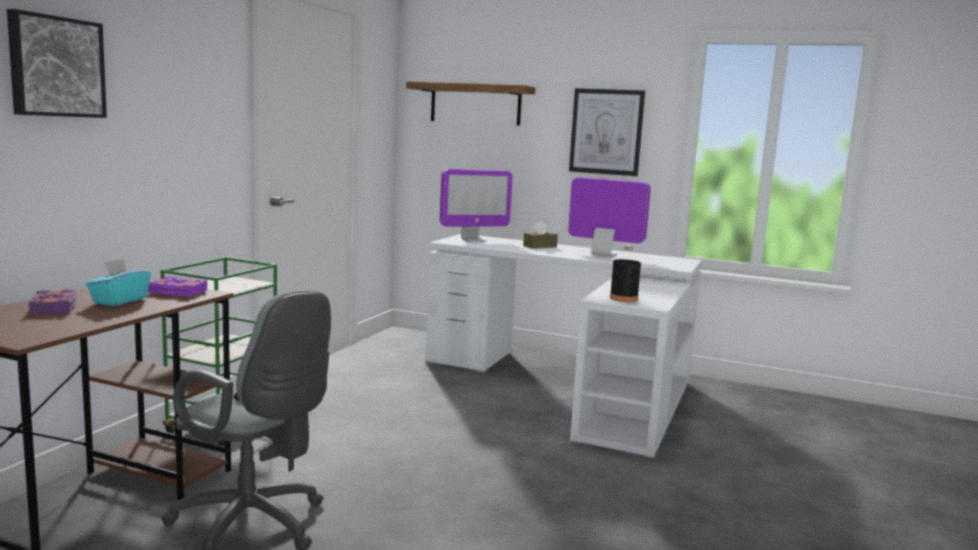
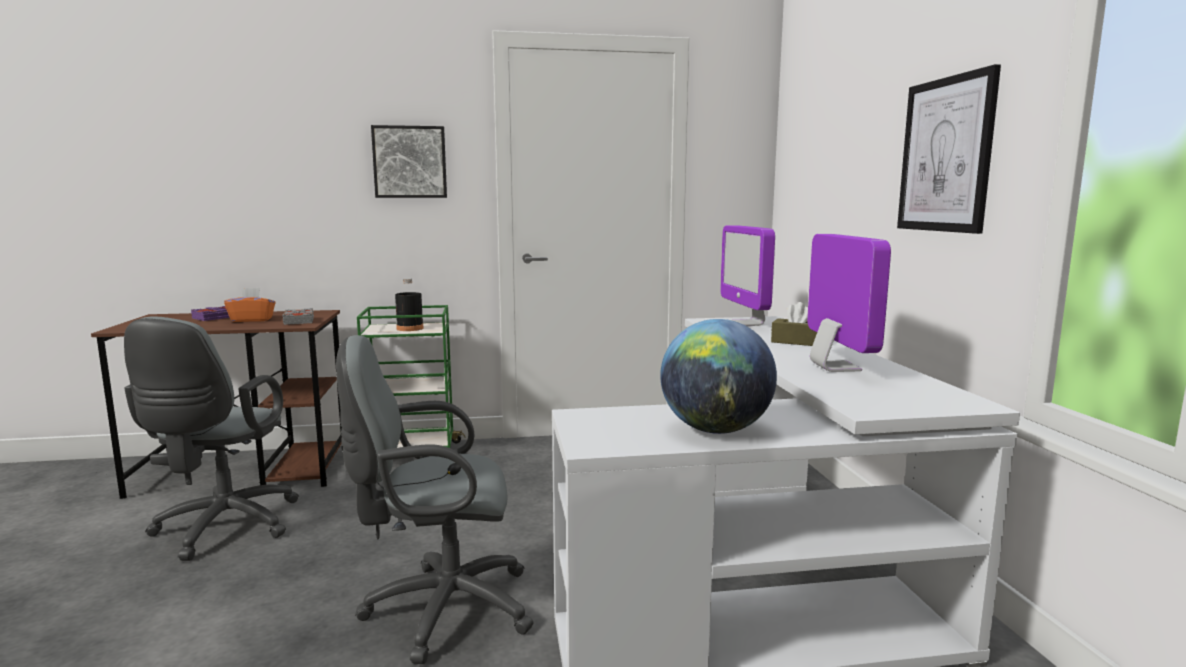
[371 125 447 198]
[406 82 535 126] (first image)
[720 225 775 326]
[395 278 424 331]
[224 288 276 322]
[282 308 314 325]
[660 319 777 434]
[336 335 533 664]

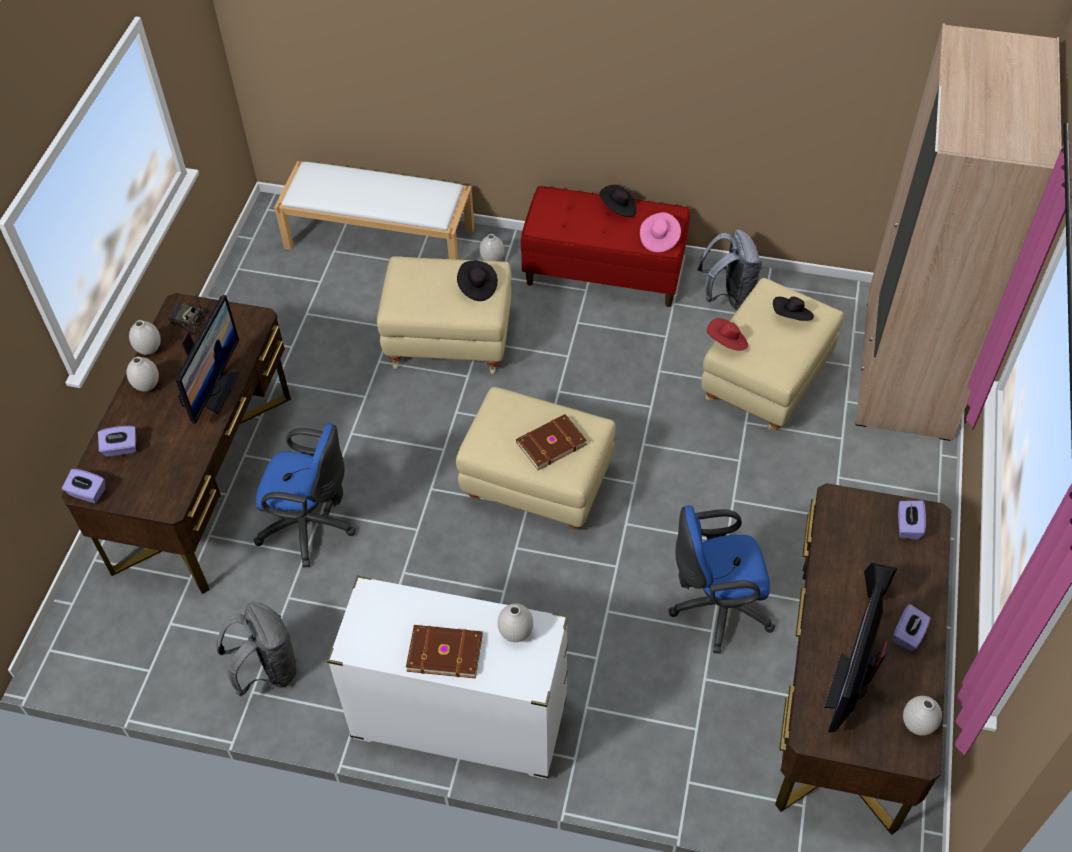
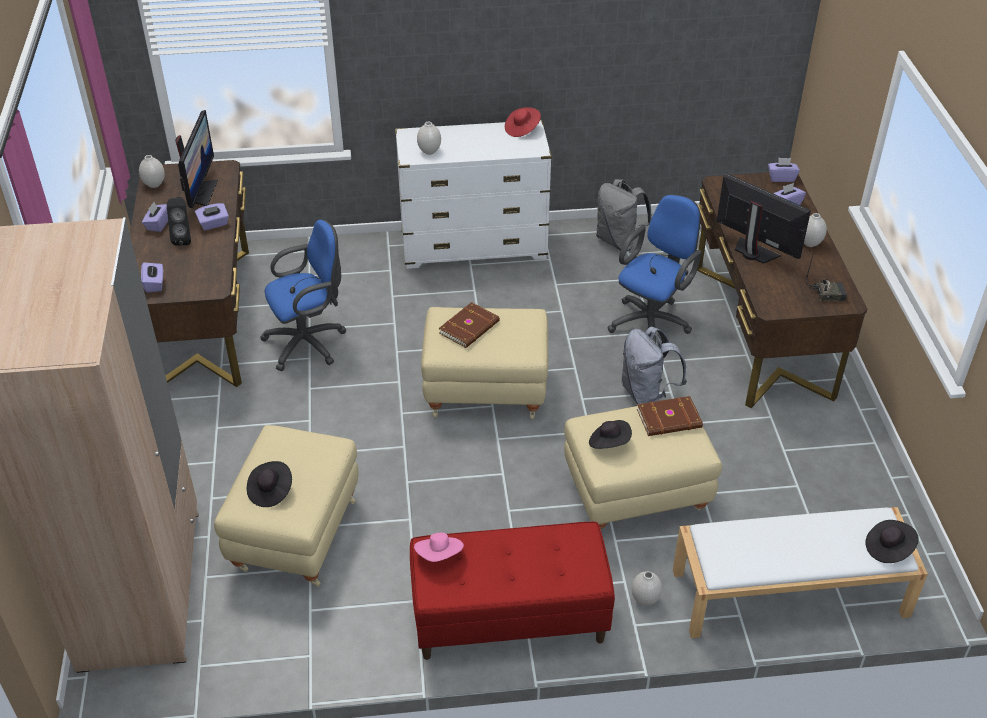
[865 520 919 563]
[621 327 687 404]
[717 173 811 264]
[505 107 541 137]
[129 320 161 355] (first image)
[607 195 702 343]
[637 396 703 436]
[195 203 229 230]

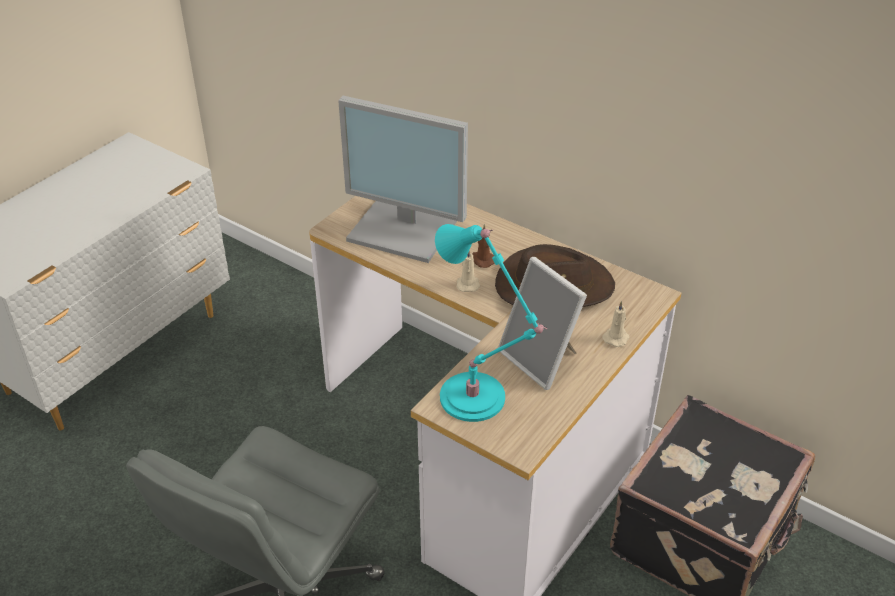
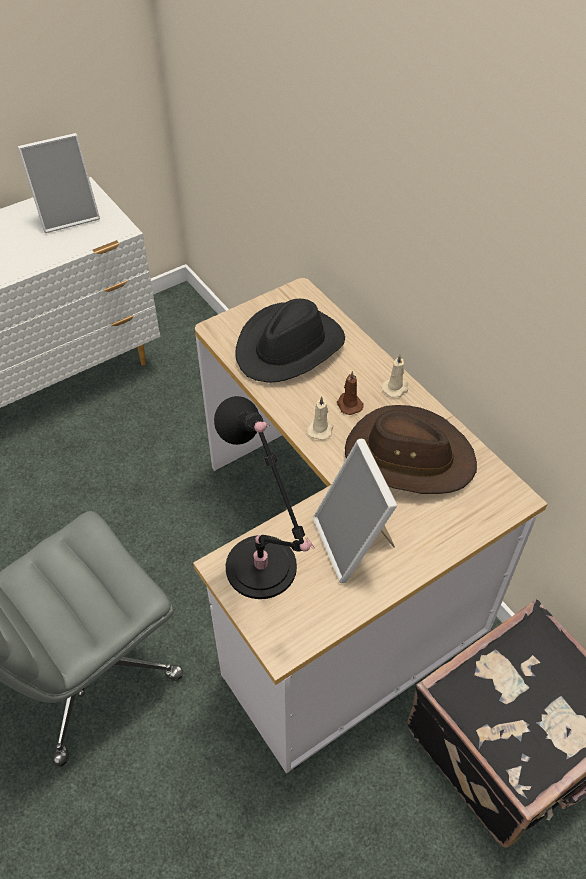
[235 299 345 383]
[214 396 315 599]
[382 355 408 398]
[18 133 100 233]

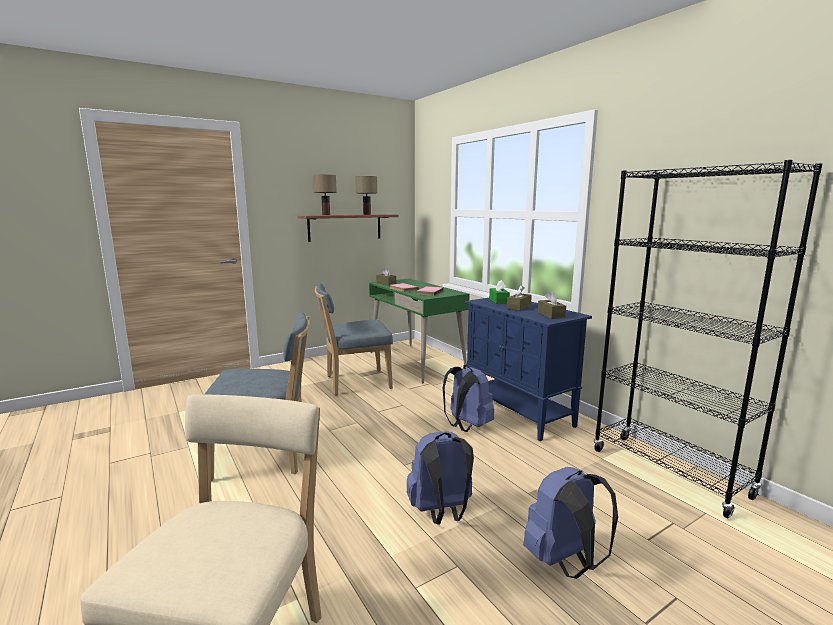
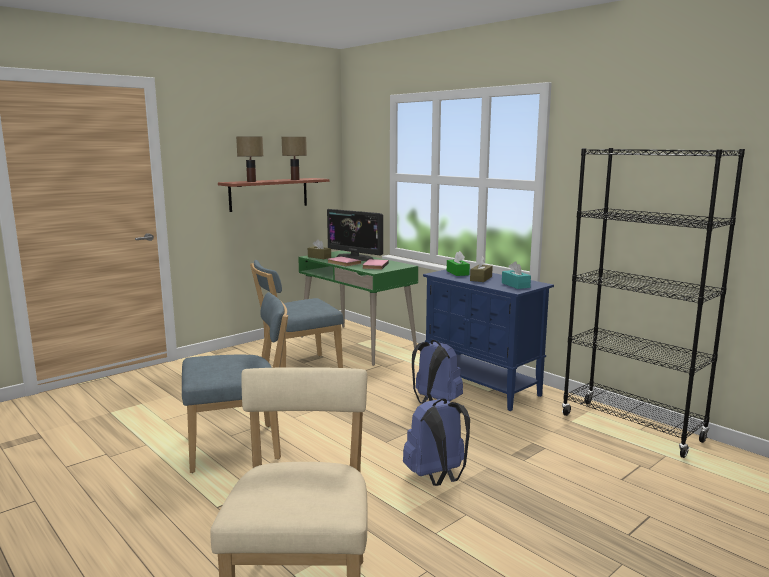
[502 261 531 289]
[523 467 618 579] (first image)
[327 209 383 261]

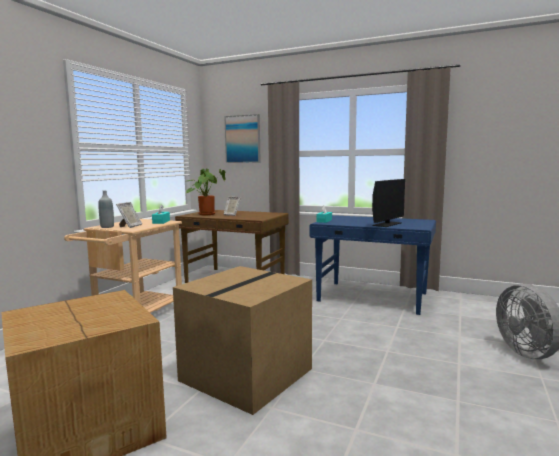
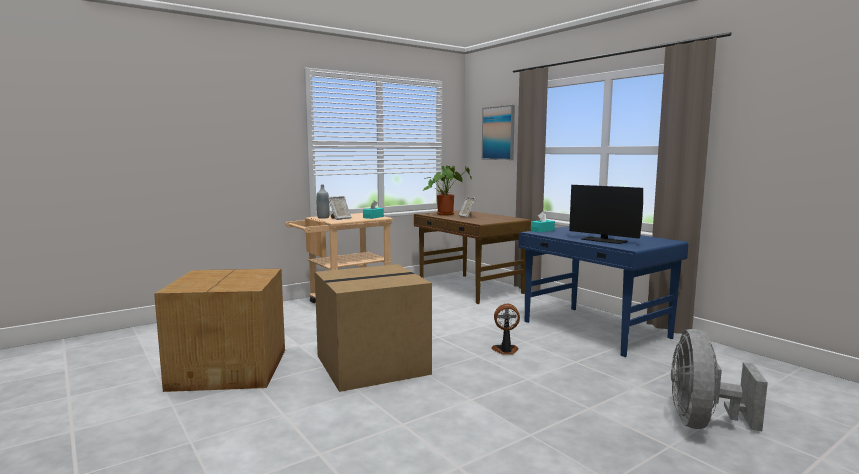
[569 185 643 244]
[491 304 520 355]

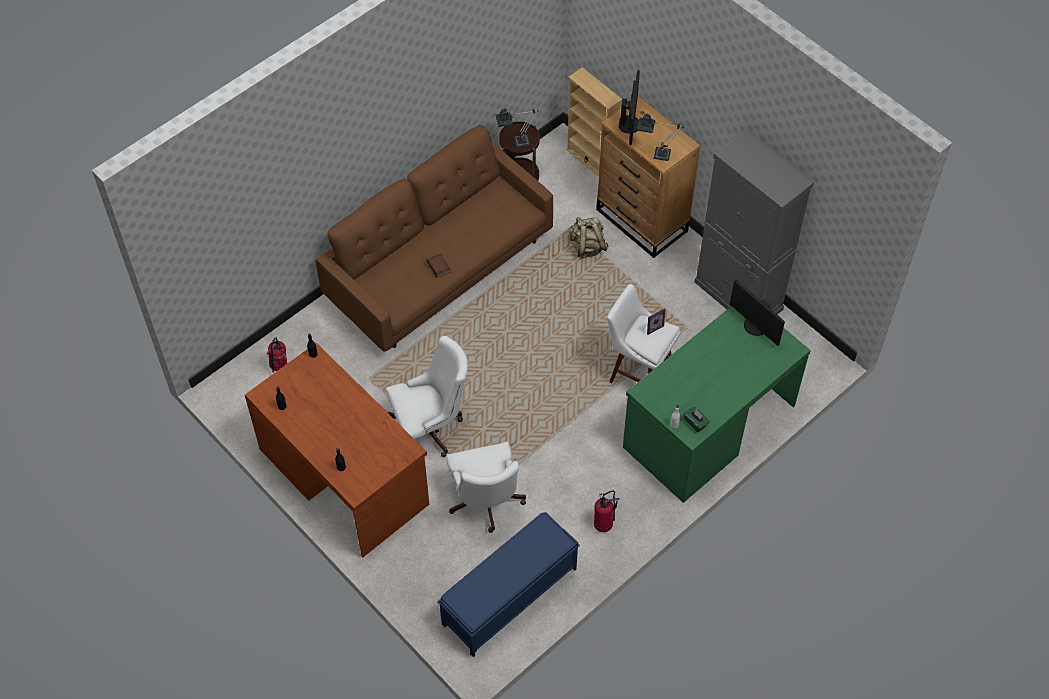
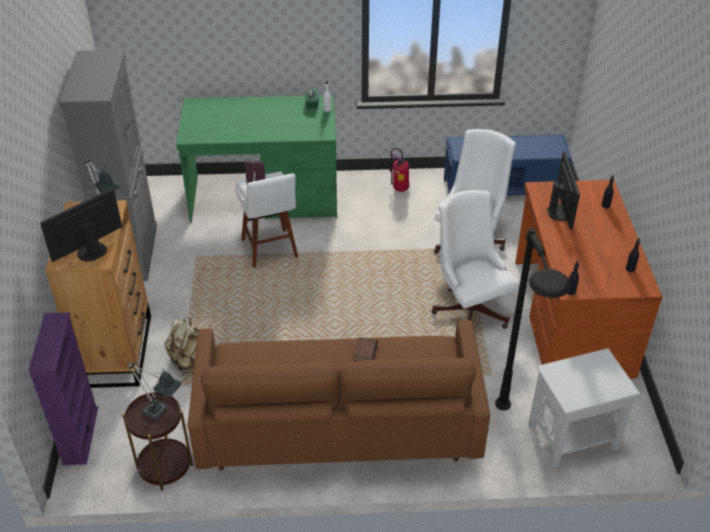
[28 313 98 465]
[547 151 580 230]
[431 190 520 329]
[528 348 640 468]
[495 228 571 410]

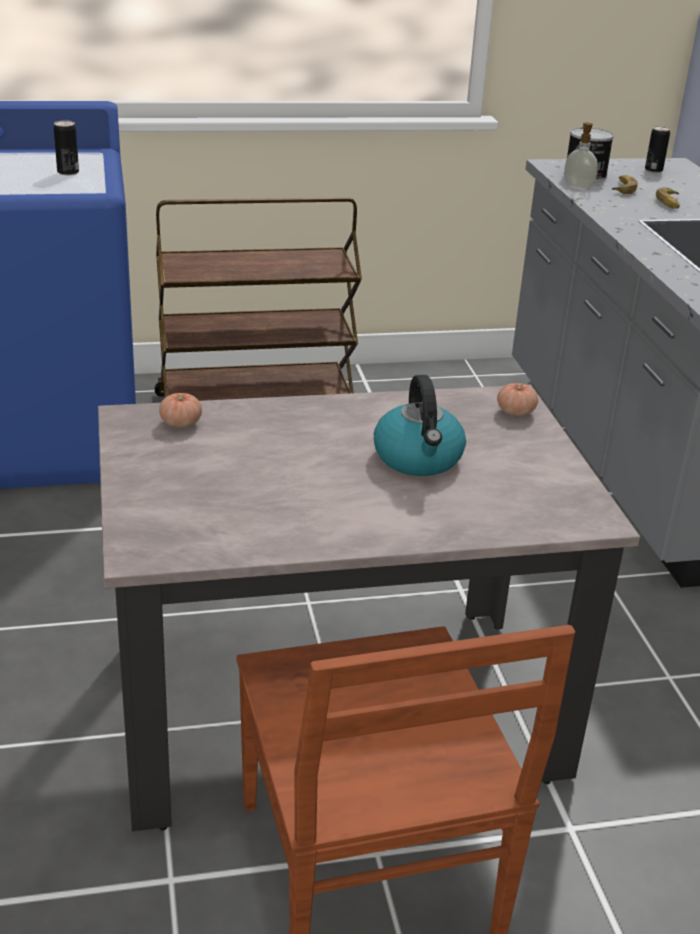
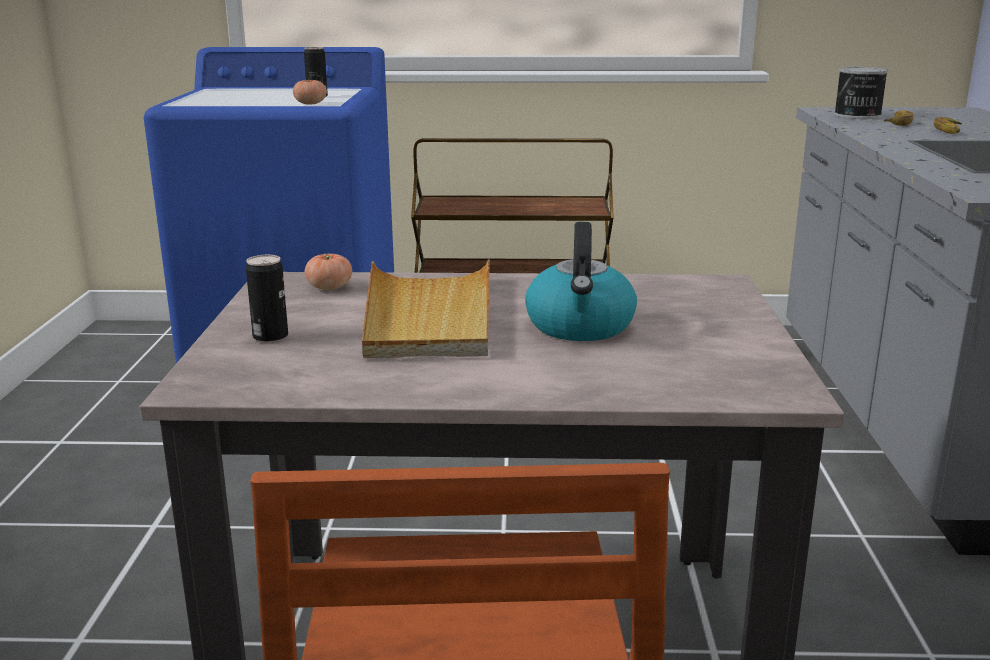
[564 122 598 191] (first image)
[246 255 288 343]
[293 79 326 104]
[362 259 490 358]

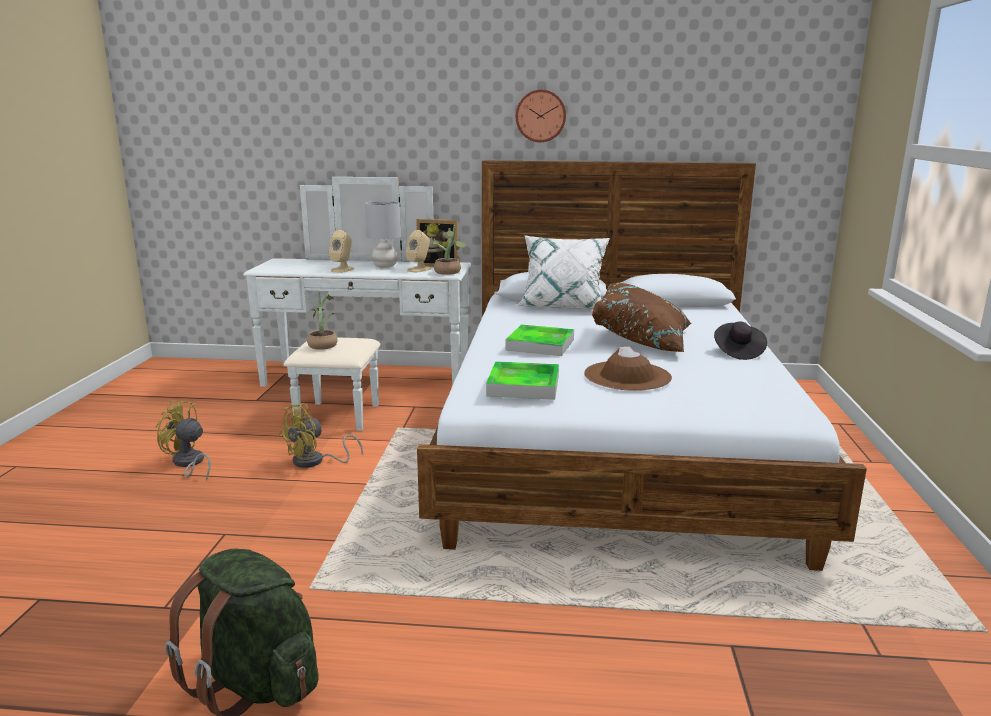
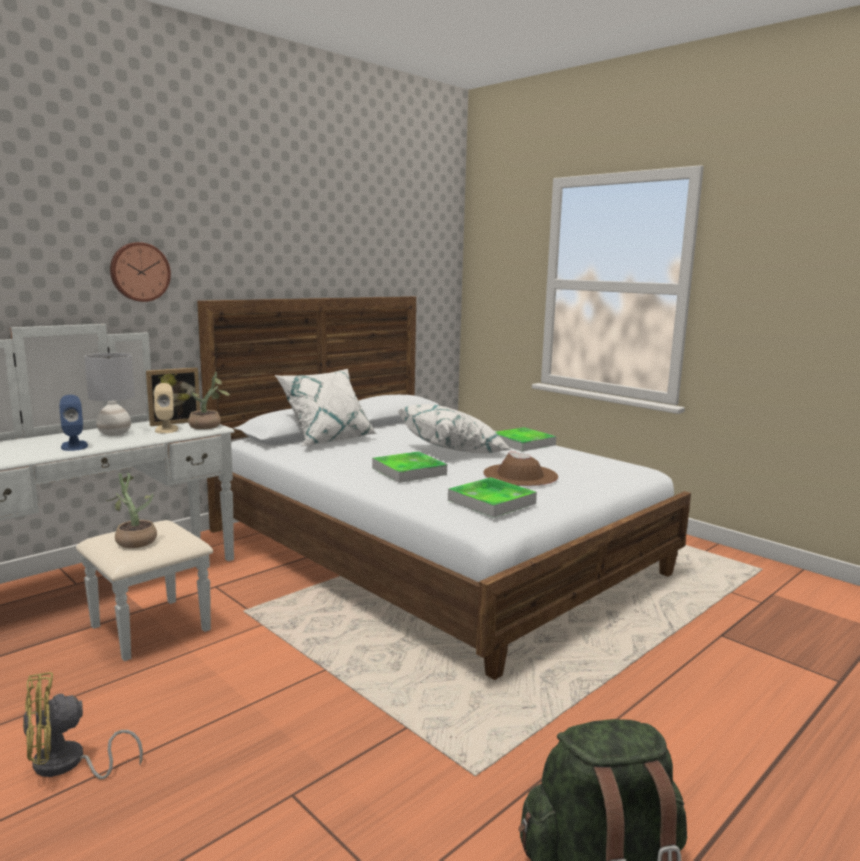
[110 242 171 302]
[59 395 88 451]
[398 404 512 453]
[496 427 556 452]
[278 404 363 468] (first image)

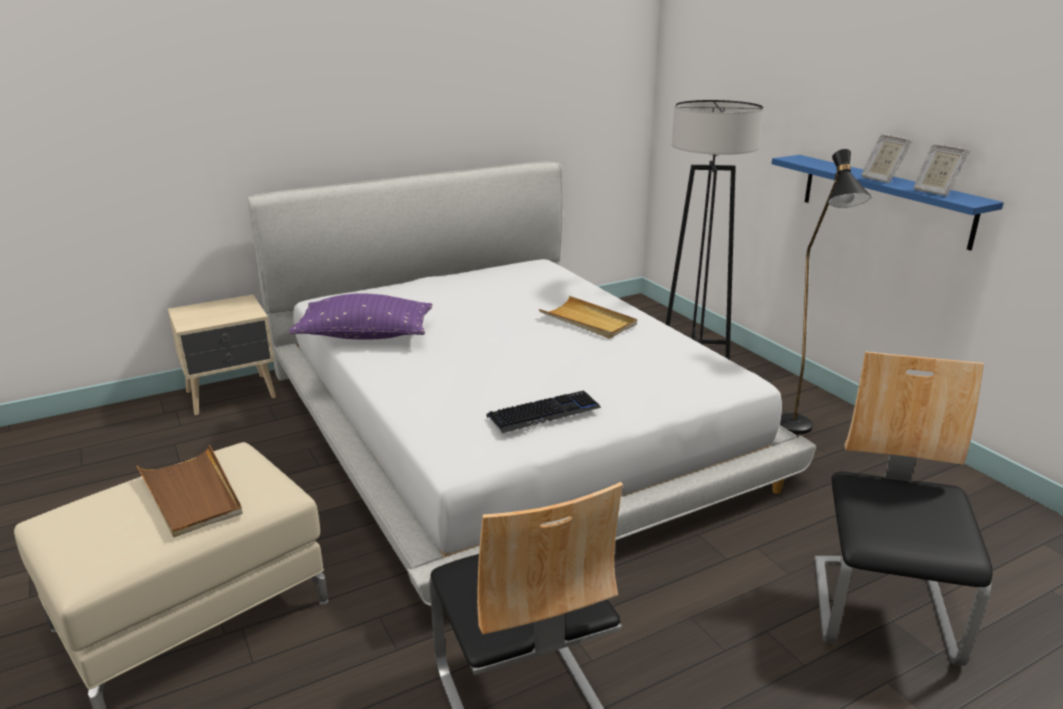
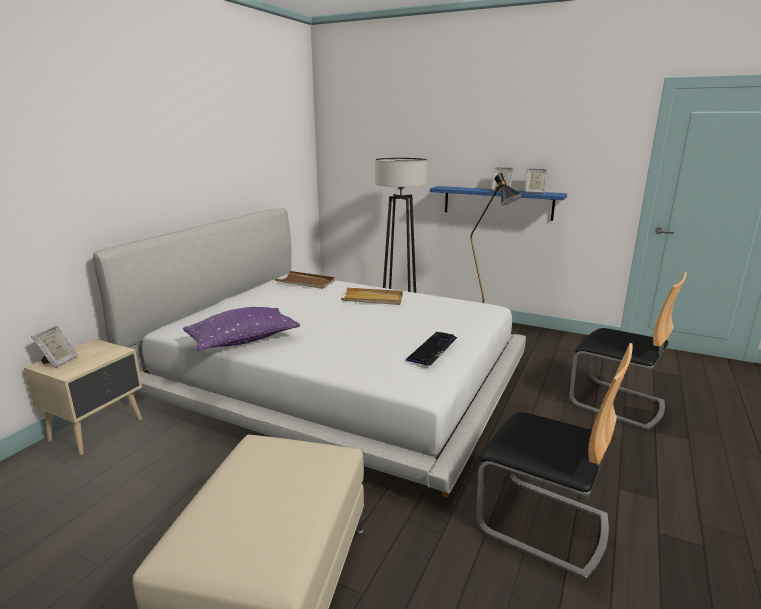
[569 272 687 430]
[275 271 335 289]
[31 325 78 368]

